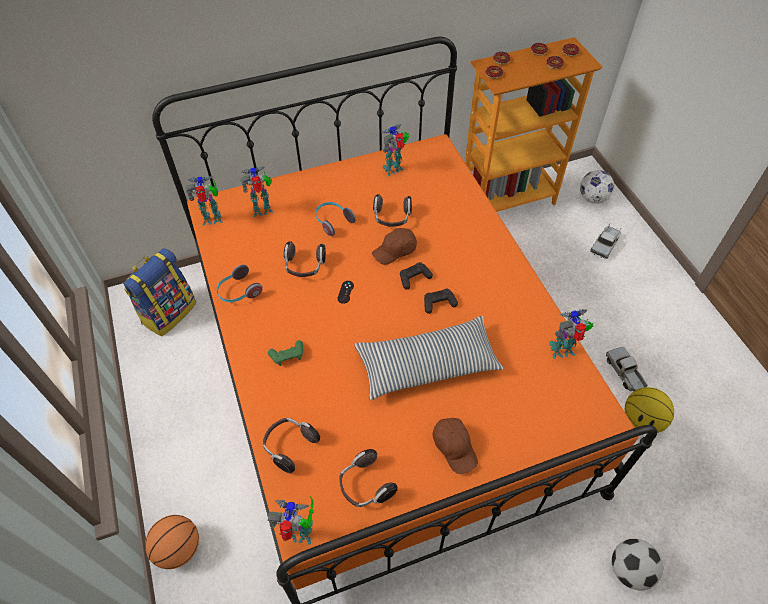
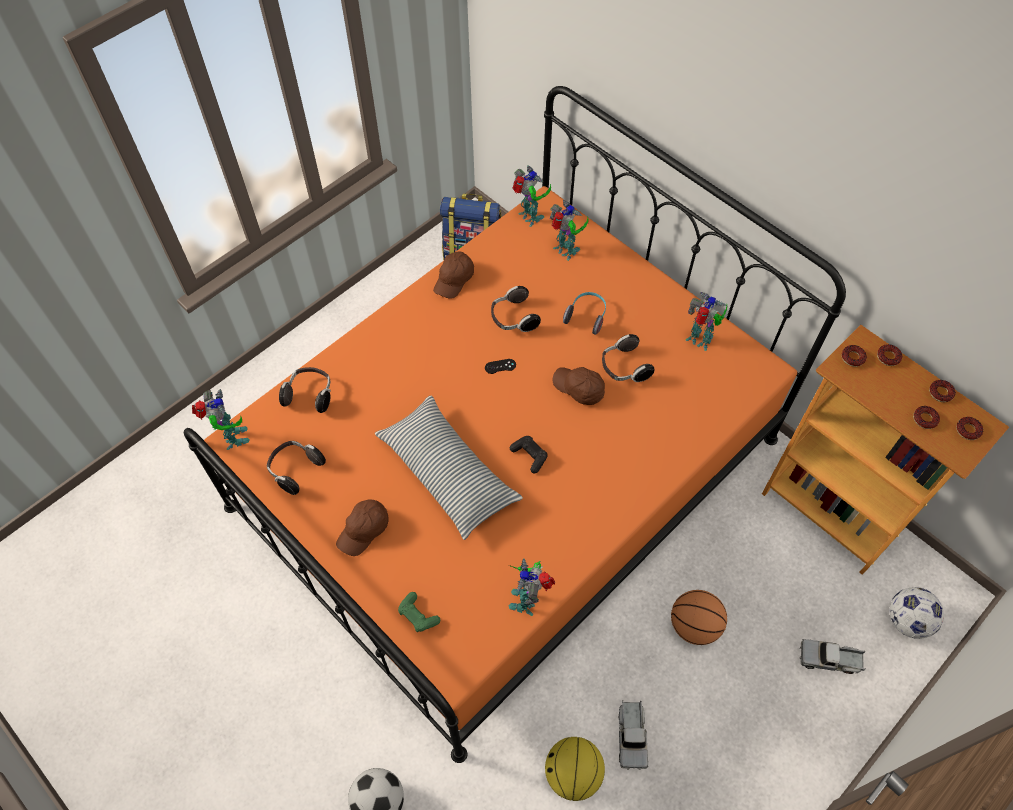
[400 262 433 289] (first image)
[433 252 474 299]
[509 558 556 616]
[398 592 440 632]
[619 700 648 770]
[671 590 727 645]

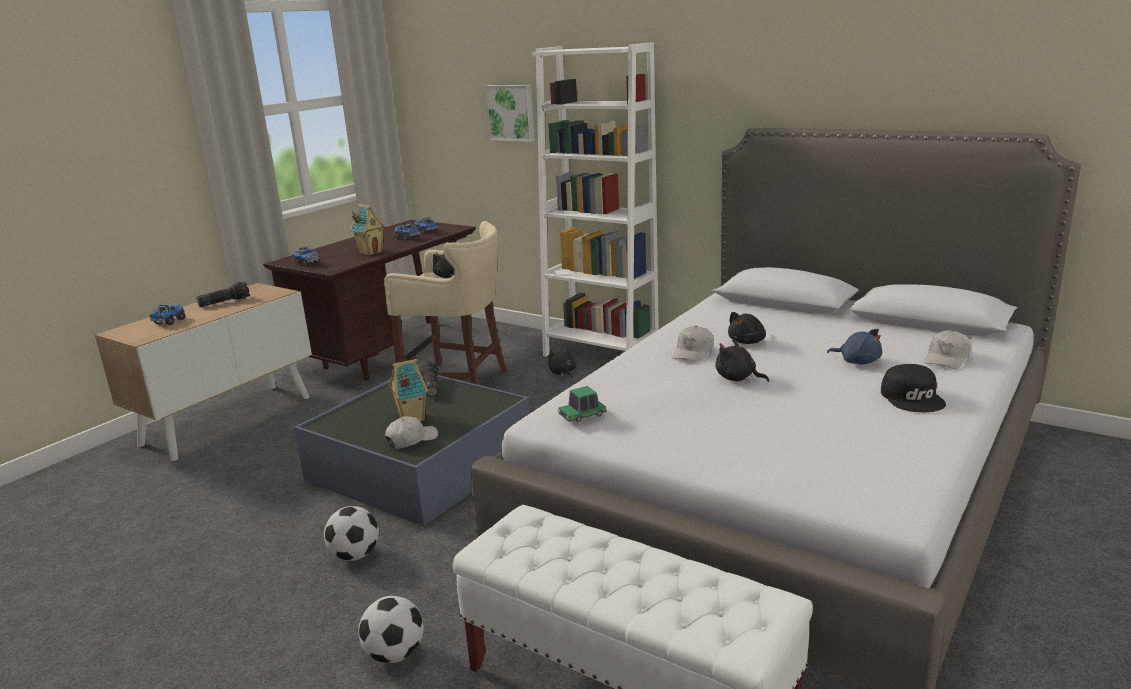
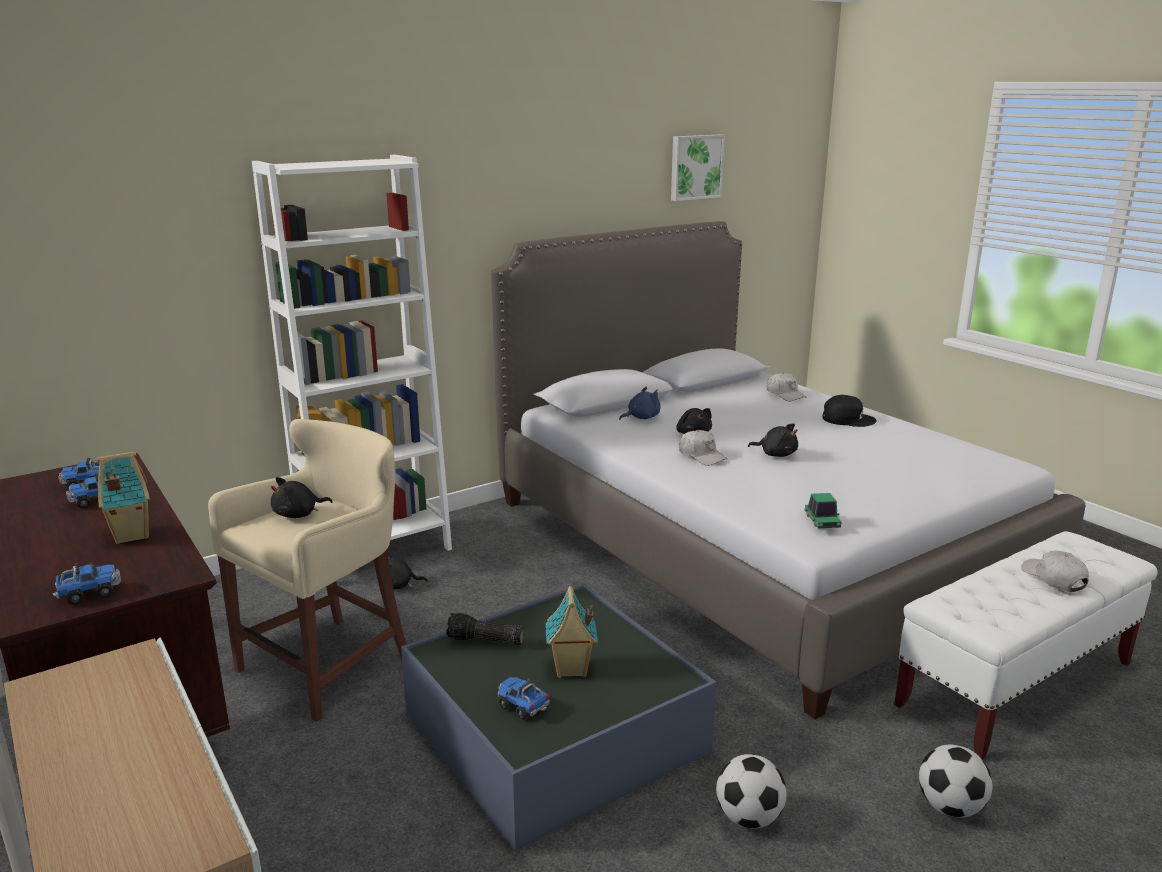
[671 135 725 201]
[196 281 250 307] (first image)
[498 677 550 720]
[619 386 661 420]
[748 423 798 457]
[1021 551 1089 592]

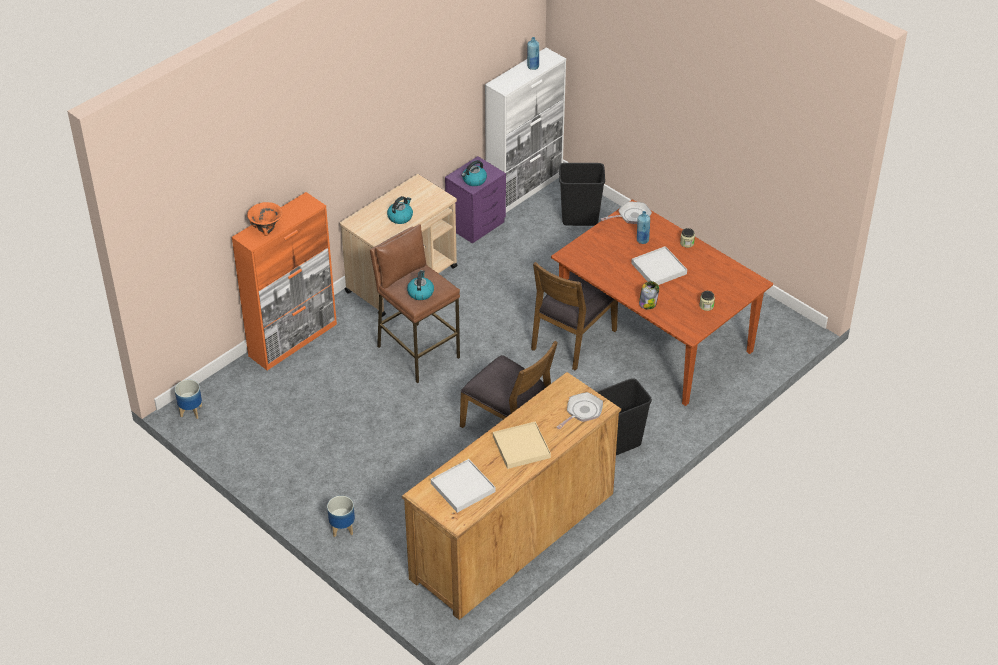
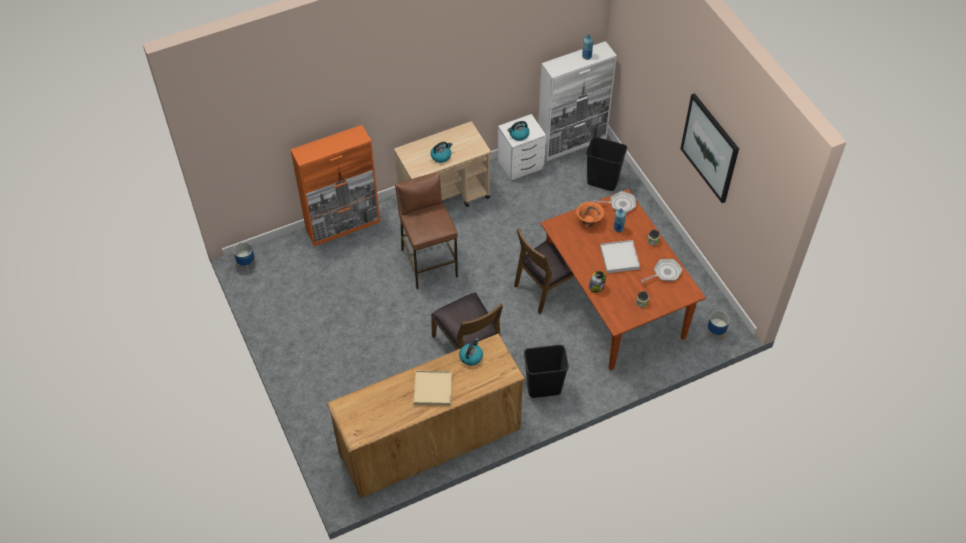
[498 114 546 181]
[576 202 604 229]
[459 338 483 366]
[641 259 683 282]
[431 459 495 513] (first image)
[708 310 730 340]
[680 93 739 203]

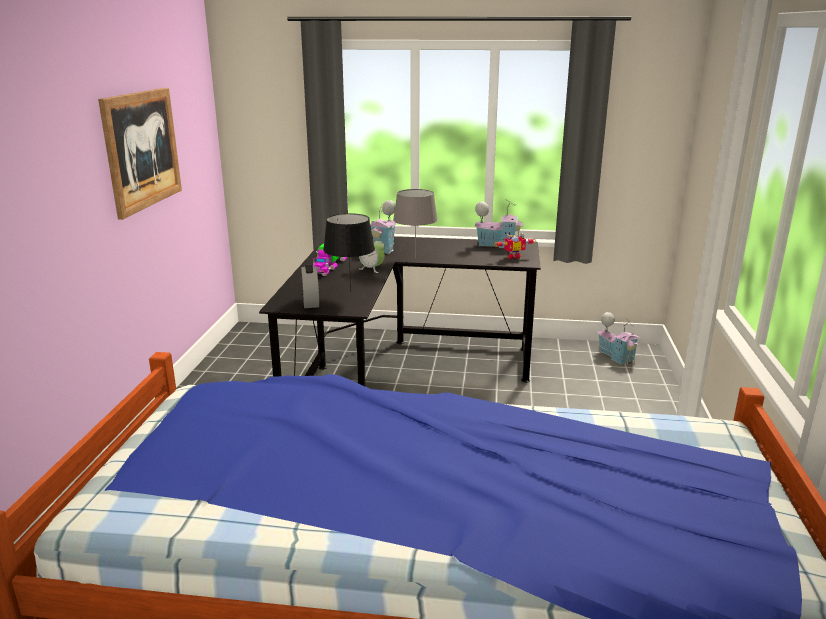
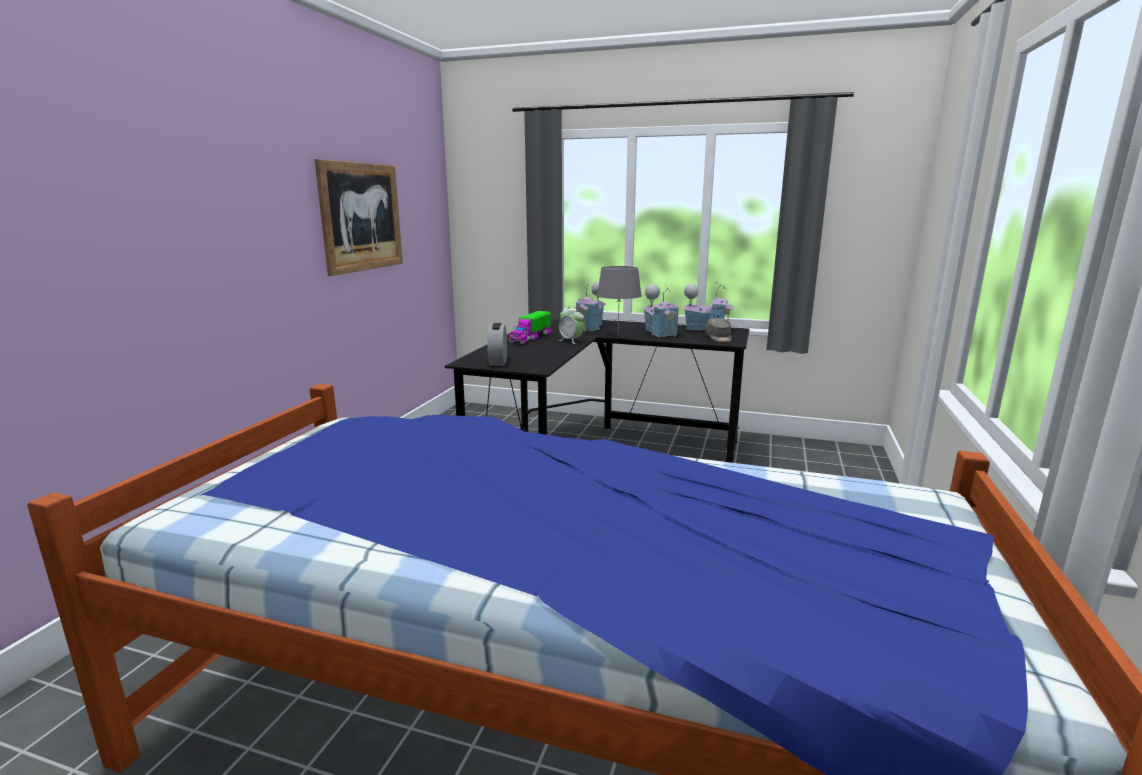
[323 213 375 293] (first image)
[706 318 732 342]
[642 284 681 337]

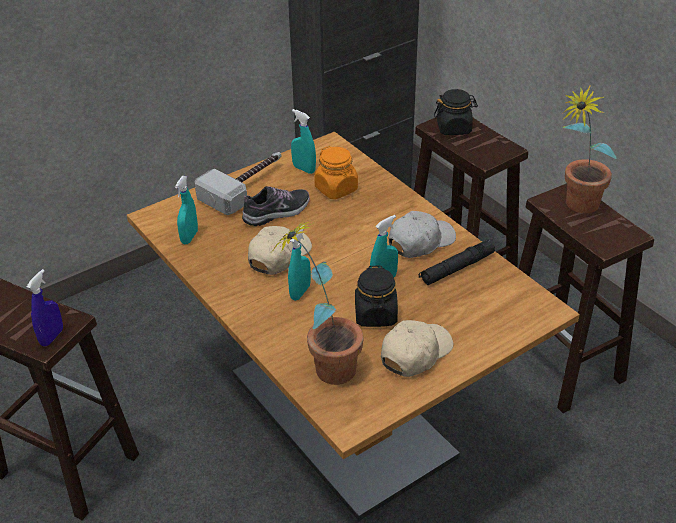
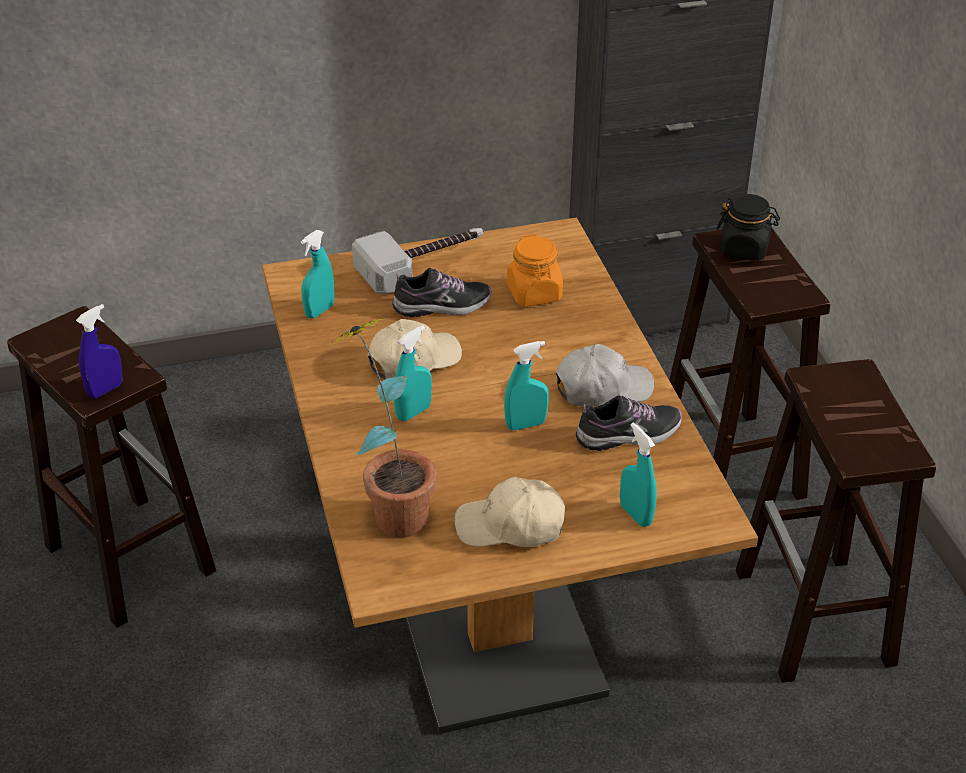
[561 85 616 213] (first image)
[620 423 657 527]
[576 396 682 451]
[355 265 398 327] (first image)
[455 477 565 547]

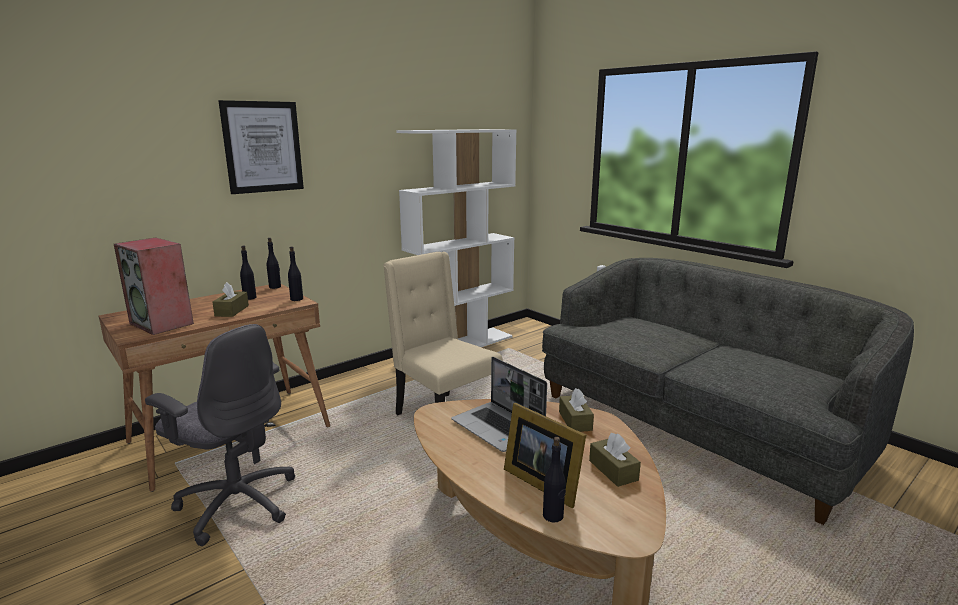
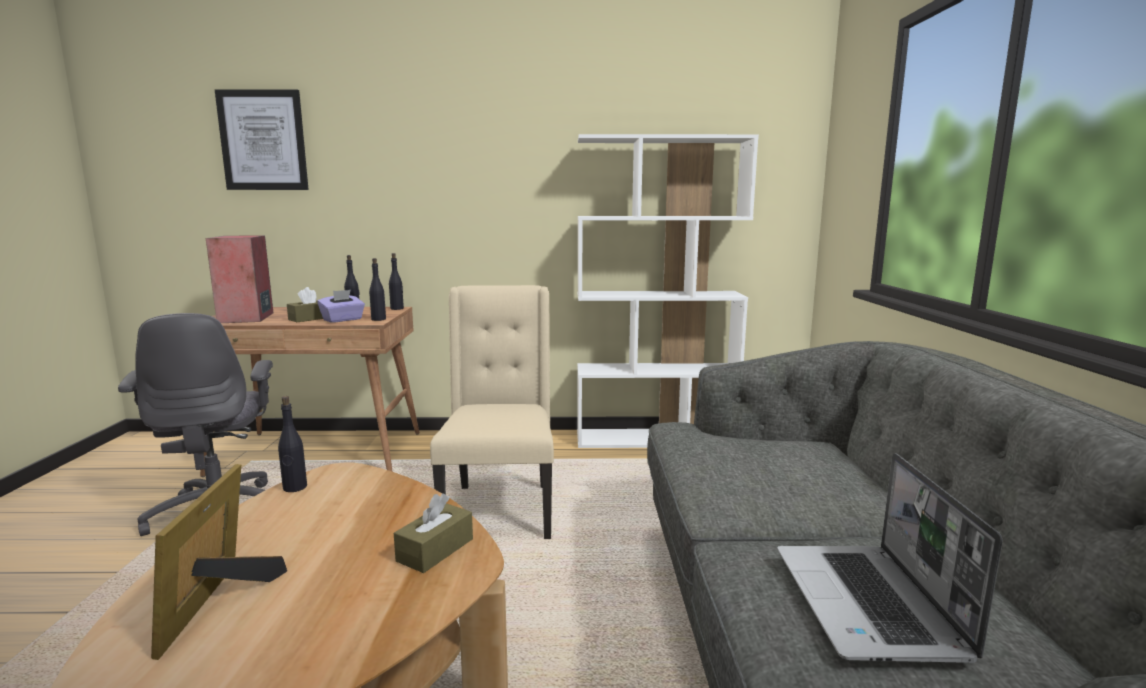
[215 89 309 190]
[777 453 1002 663]
[589 433 641 487] (first image)
[278 396 307 492]
[317 290 365 323]

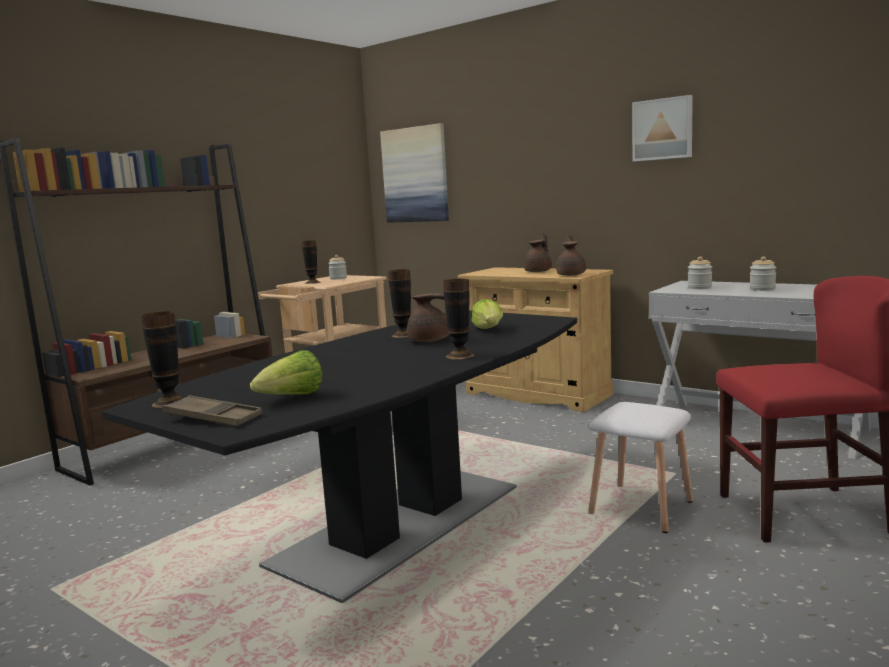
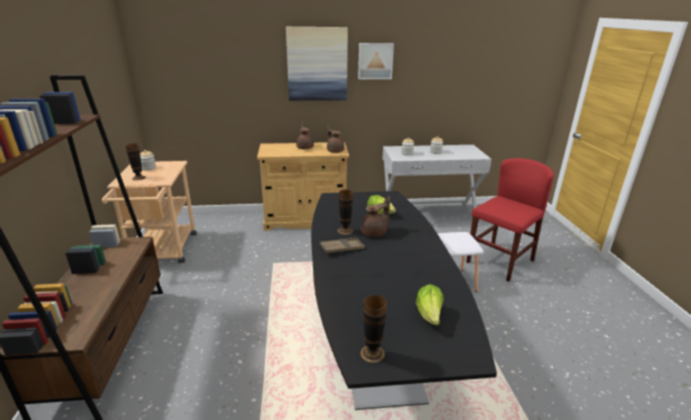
[286 27 348 101]
[443 279 474 359] (first image)
[320 238 365 254]

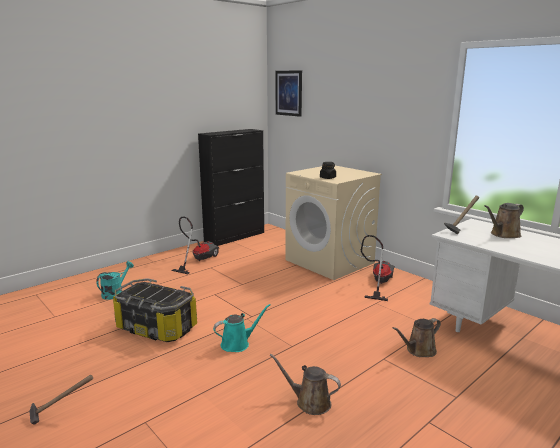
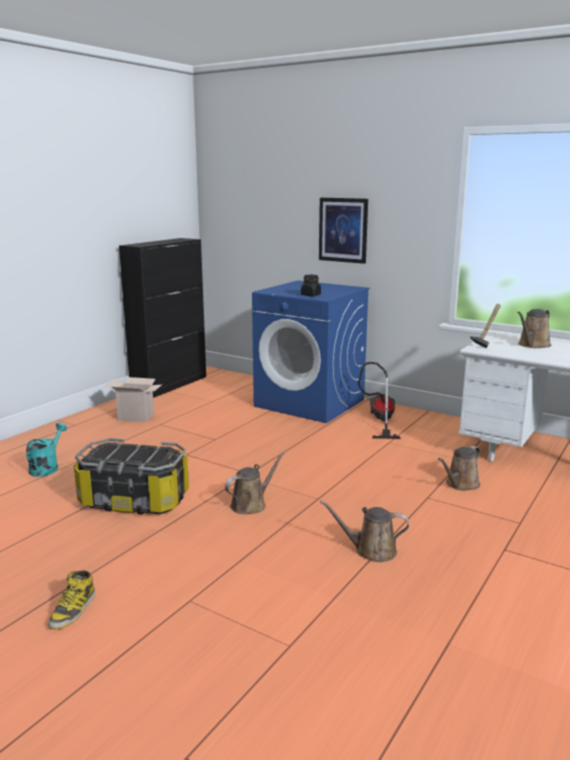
[319 198 368 264]
[252 281 370 423]
[106 377 161 422]
[225 450 286 514]
[48 571 96 630]

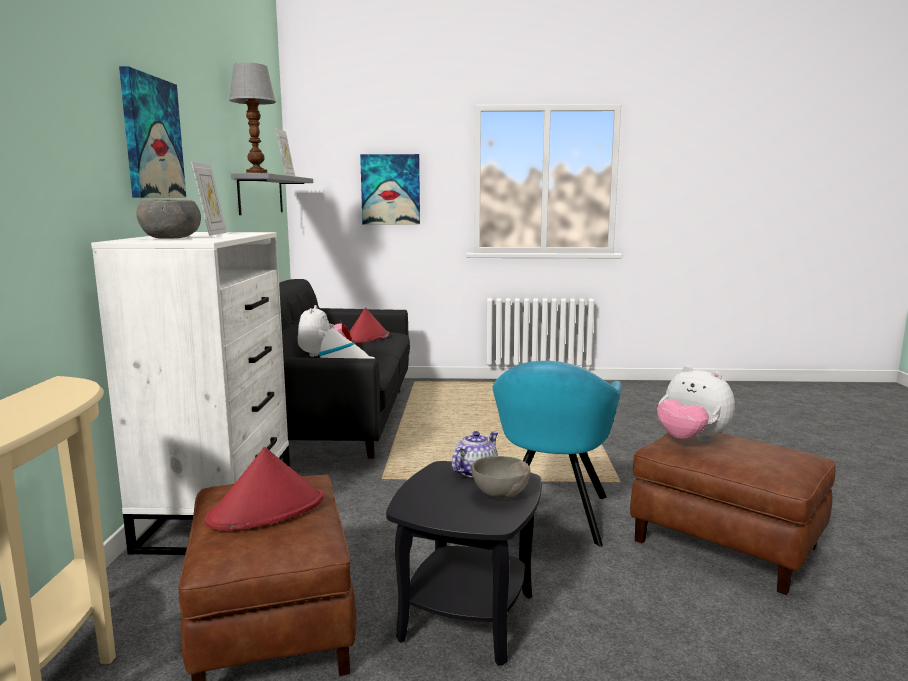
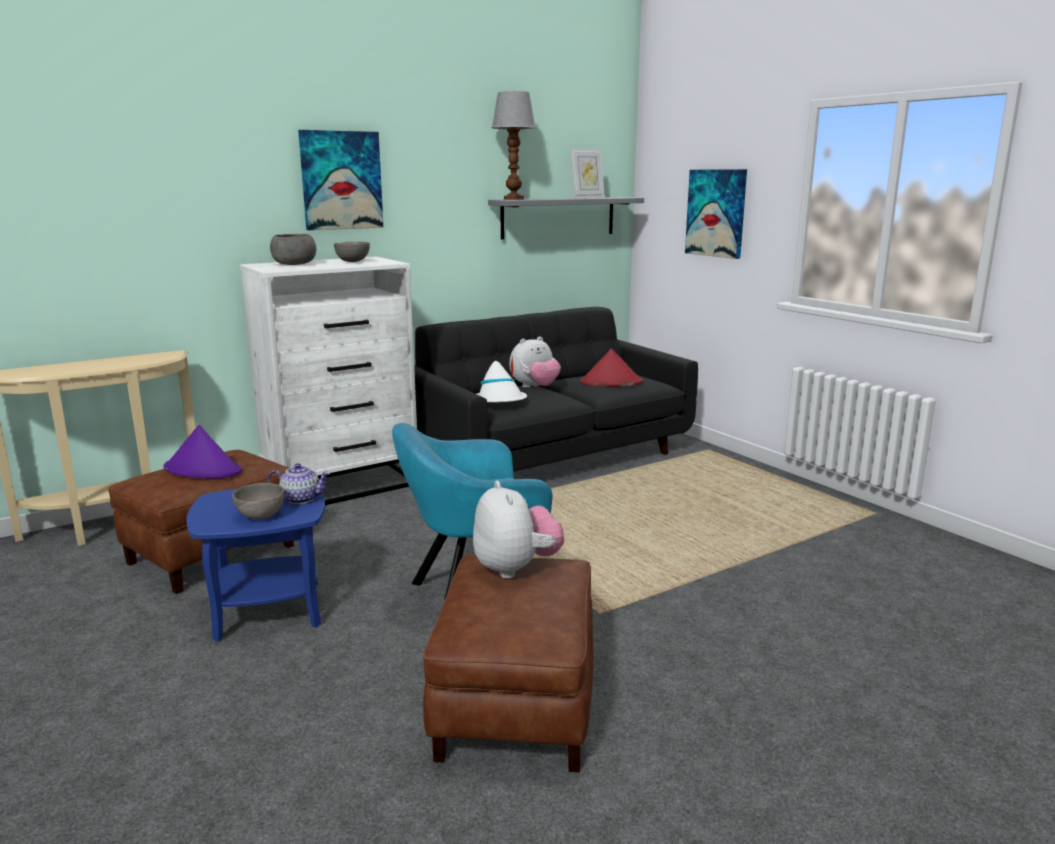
[334 242 370 262]
[473 480 564 579]
[164 425 242 479]
[186 484 325 642]

